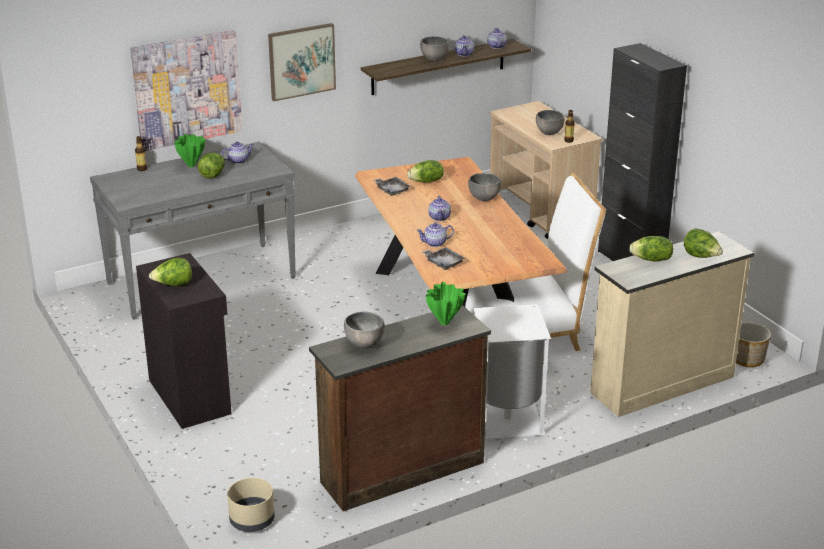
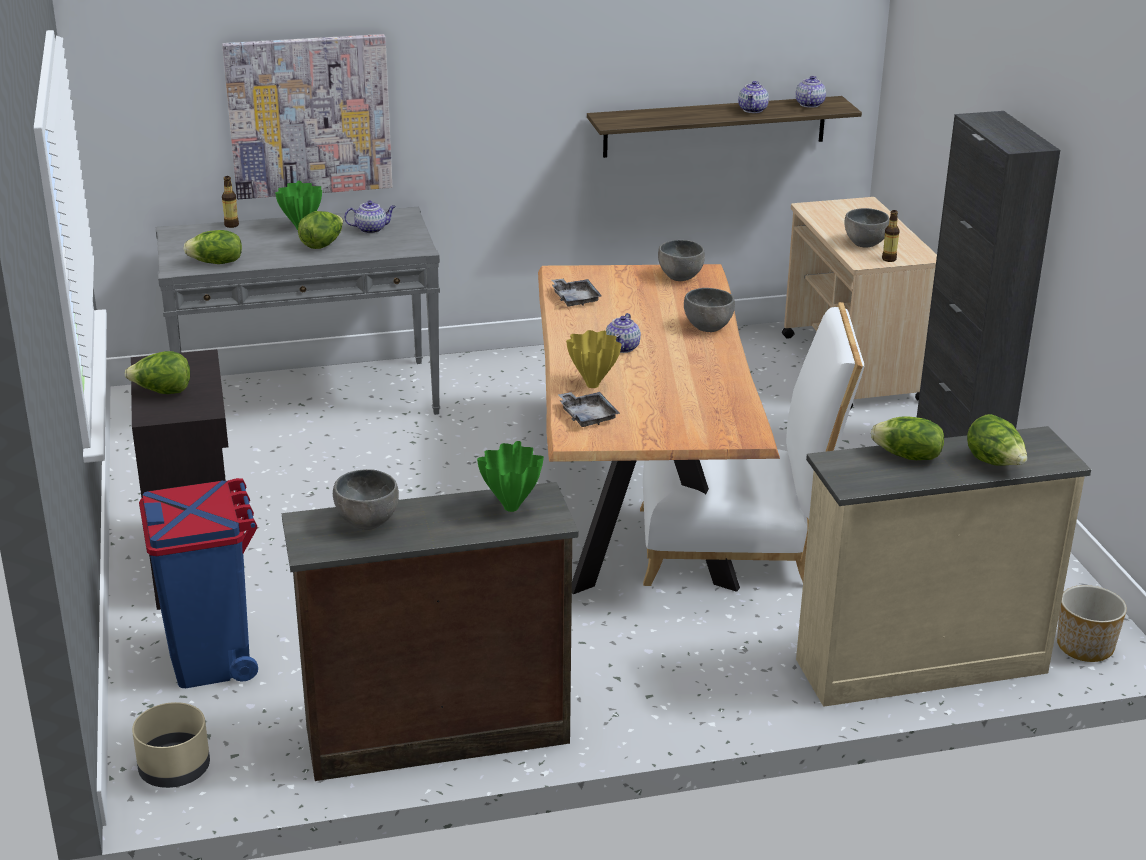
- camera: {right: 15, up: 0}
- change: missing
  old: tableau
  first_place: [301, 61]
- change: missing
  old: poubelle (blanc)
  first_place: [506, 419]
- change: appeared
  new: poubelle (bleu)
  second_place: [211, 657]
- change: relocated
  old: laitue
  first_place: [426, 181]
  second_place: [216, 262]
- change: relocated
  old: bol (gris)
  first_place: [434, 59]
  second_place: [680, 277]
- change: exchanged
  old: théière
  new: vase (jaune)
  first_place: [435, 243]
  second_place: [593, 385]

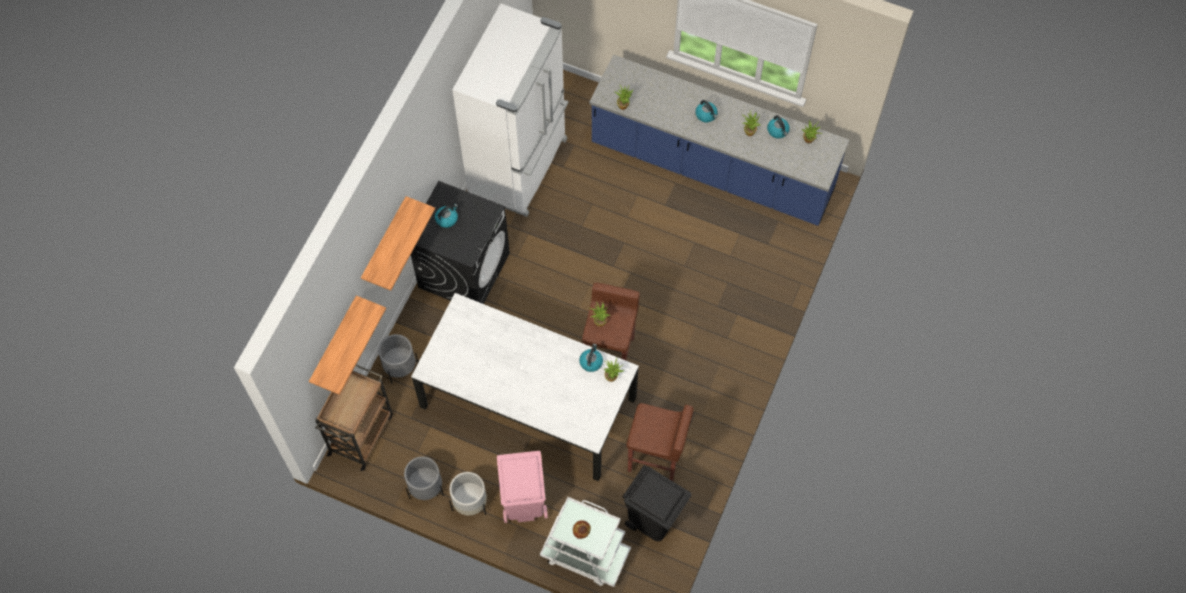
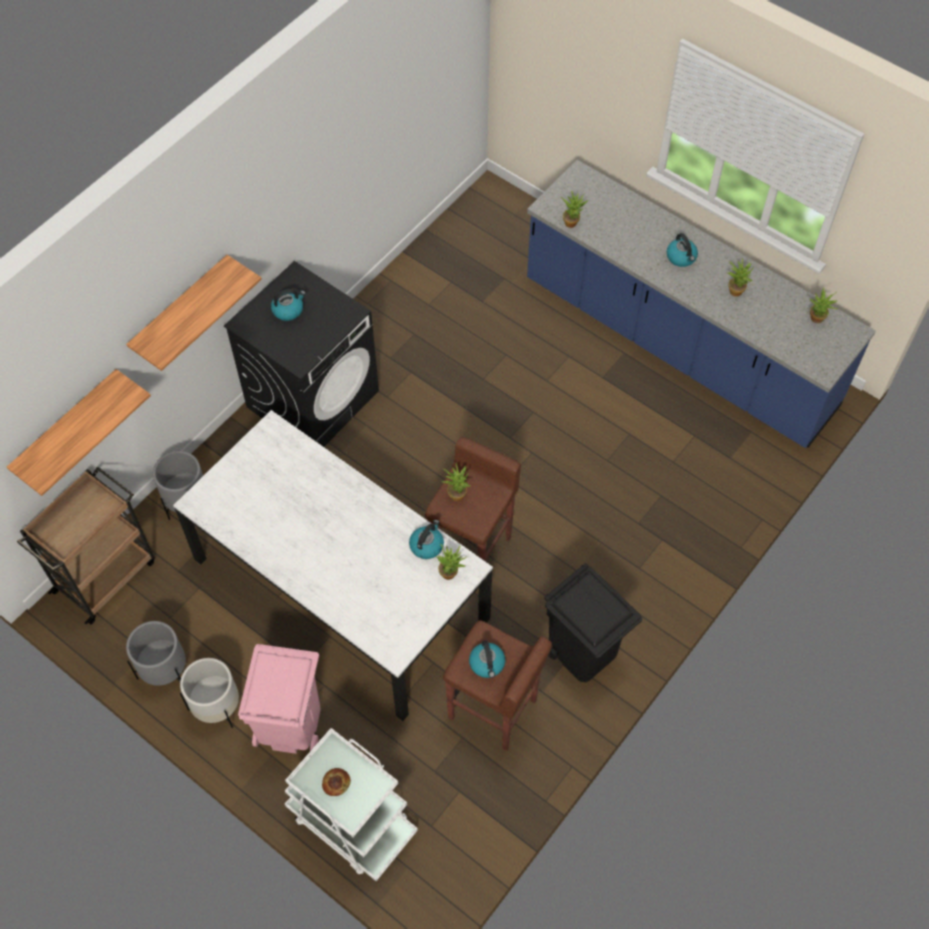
- camera: {right: 15, up: -5}
- change: missing
  old: réfrigérateur (blanc)
  first_place: [520, 166]
- change: relocated
  old: poubelle (noir)
  first_place: [653, 518]
  second_place: [583, 650]
- change: relocated
  old: bouilloire
  first_place: [778, 131]
  second_place: [487, 664]

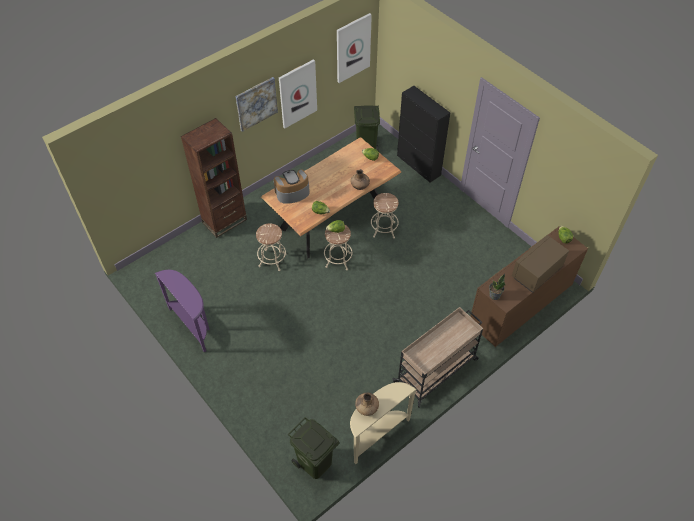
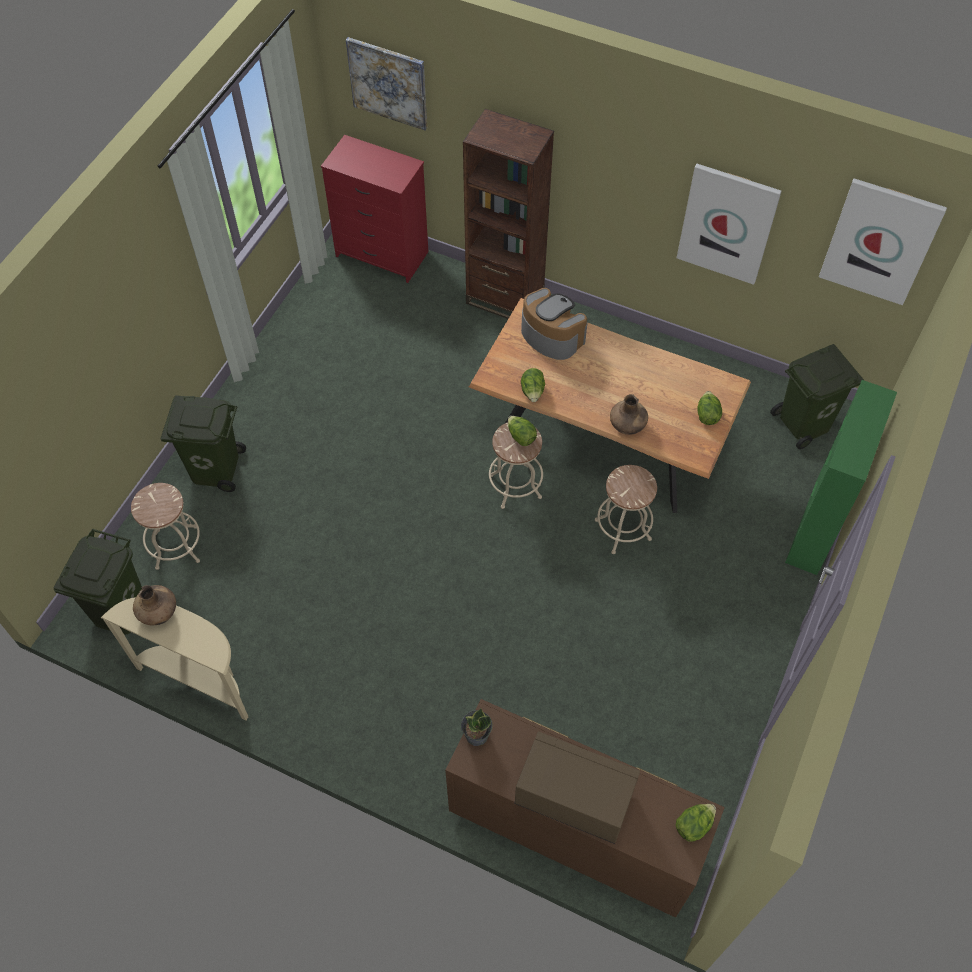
- camera: {right: 65, up: 5}
- change: missing
  old: table console (violet)
  first_place: [193, 325]
- change: missing
  old: chariot (beige)
  first_place: [437, 370]
- change: appeared
  new: poubelle (vert)
  second_place: [215, 468]
- change: appeared
  new: commode (rouge)
  second_place: [381, 254]
- change: relocated
  old: tableau
  first_place: [256, 103]
  second_place: [388, 83]
- change: relocated
  old: tabouret (beige)
  first_place: [272, 260]
  second_place: [176, 547]
- change: colour
  old: meuble de rangement (noir)
  new: meuble de rangement (vert)
  first_place: [418, 165]
  second_place: [815, 528]

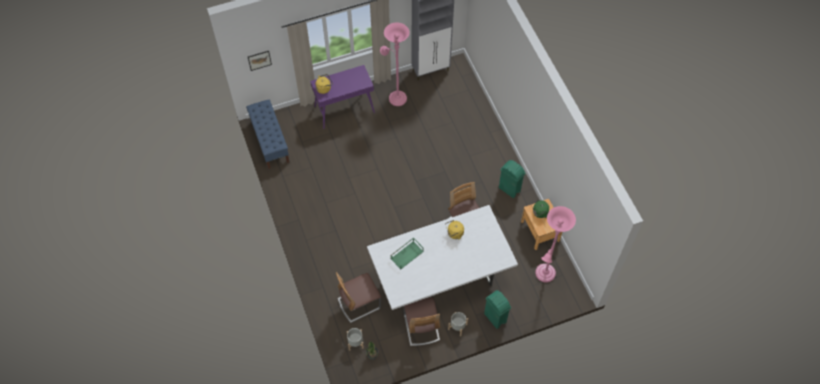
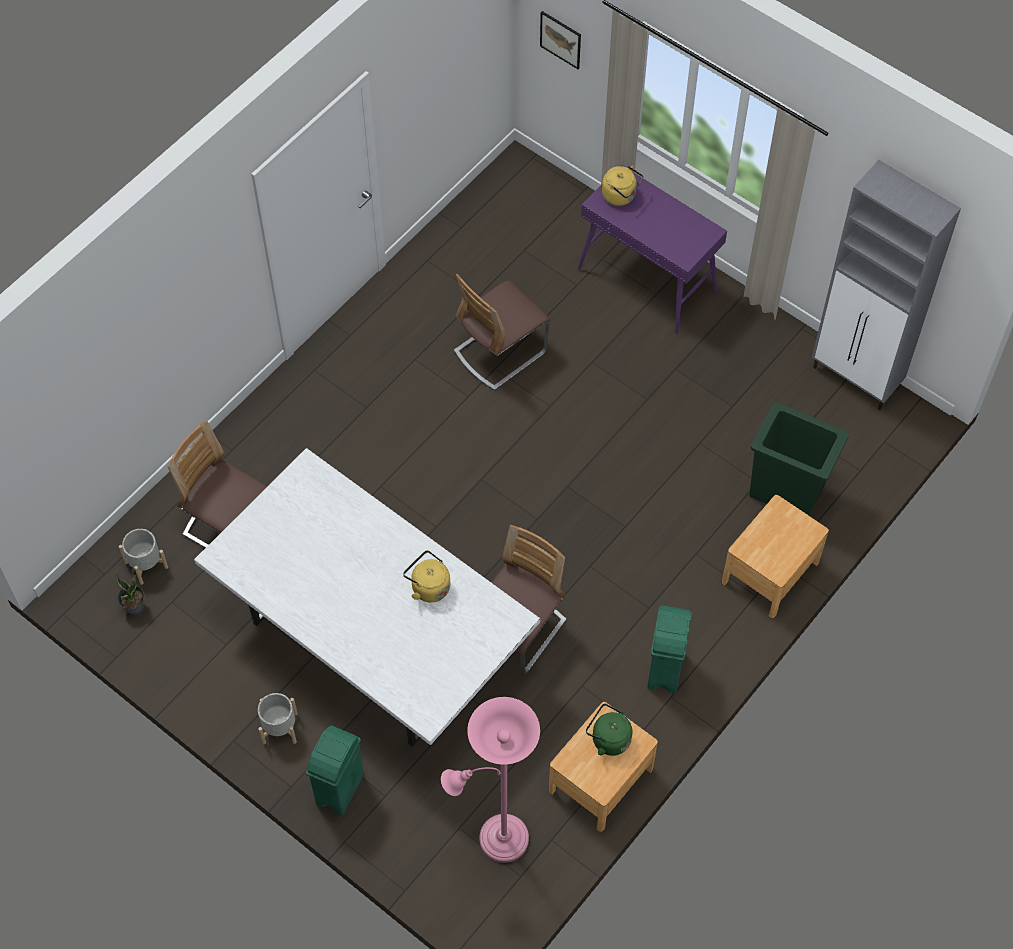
- camera: {right: 60, up: 0}
- change: missing
  old: banc (bleu)
  first_place: [270, 141]
- change: missing
  old: lampadaire (rose)
  first_place: [396, 97]
- change: missing
  old: plateau (vert)
  first_place: [407, 254]
- change: appeared
  new: table de chevet (marron)
  second_place: [770, 572]
- change: appeared
  new: poubelle (vert)
  second_place: [787, 492]
- change: relocated
  old: chaise
  first_place: [421, 327]
  second_place: [500, 352]

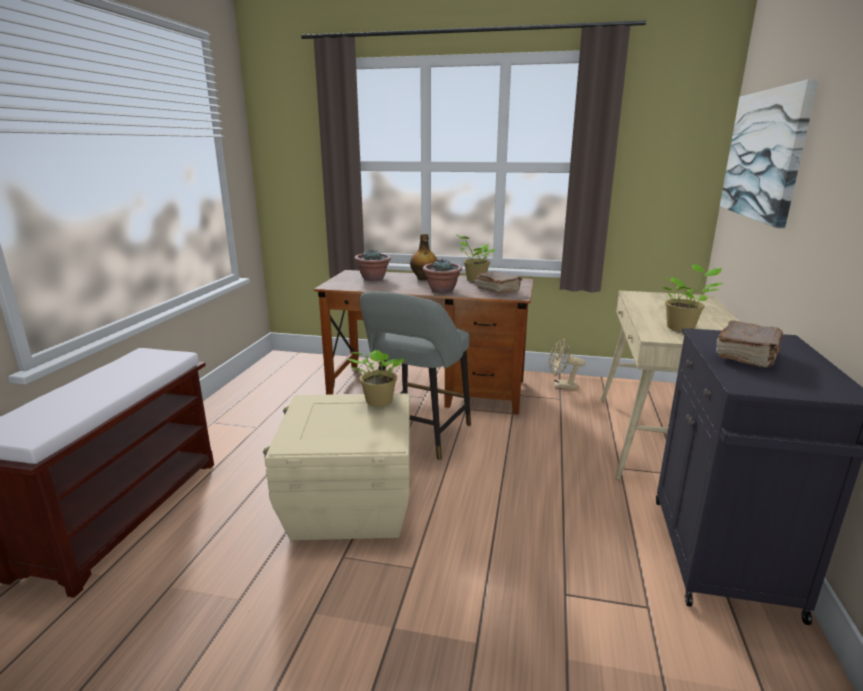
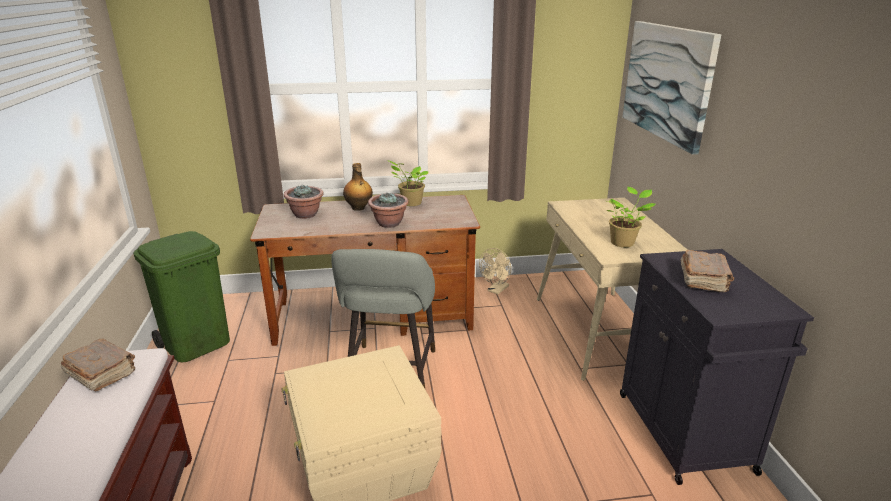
- camera: {right: -20, up: 5}
- change: missing
  old: plante en pot
  first_place: [377, 402]
- change: appeared
  new: poubelle (vert)
  second_place: [197, 344]
- change: relocated
  old: livre (marron)
  first_place: [497, 290]
  second_place: [101, 374]
- change: spun
  old: ventilateur (beige)
  first_place: [561, 386]
  second_place: [496, 290]
  degrees: -45

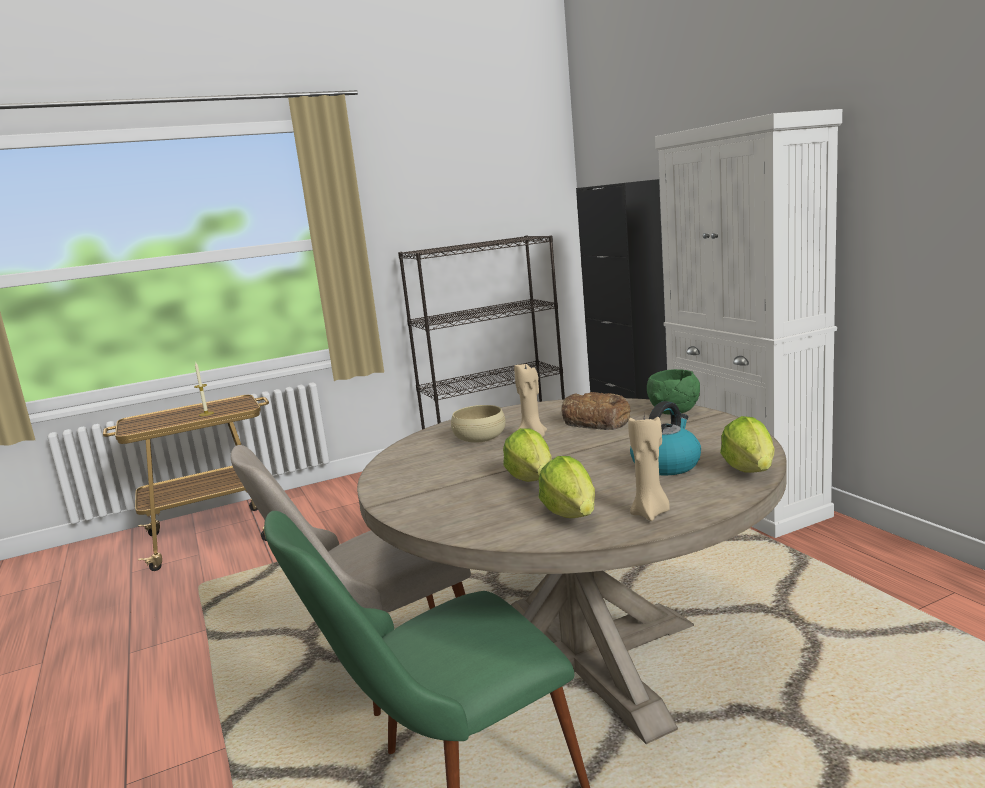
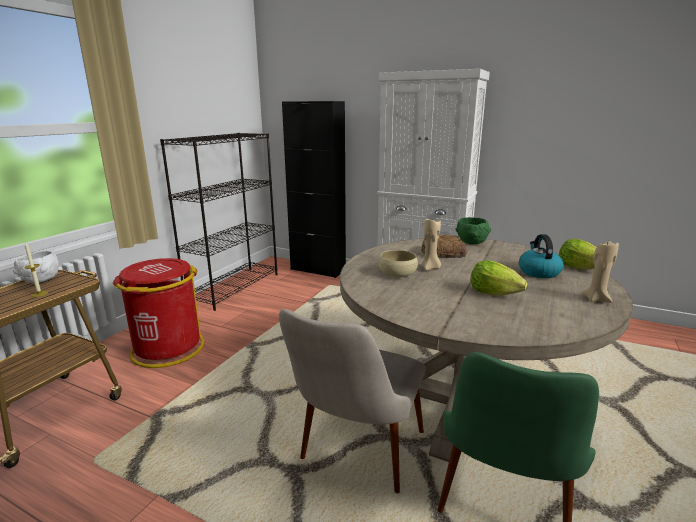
- camera: {right: -40, up: 5}
- change: missing
  old: laitue
  first_place: [571, 514]
- change: appeared
  new: bol (blanc)
  second_place: [41, 280]
- change: appeared
  new: poubelle (rouge)
  second_place: [167, 349]

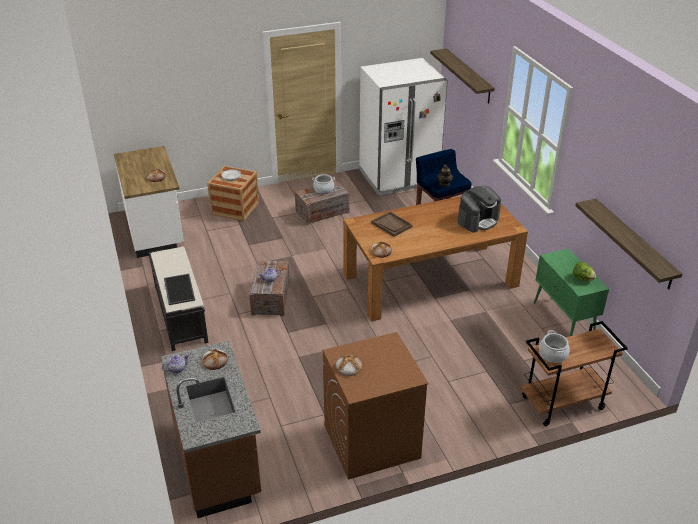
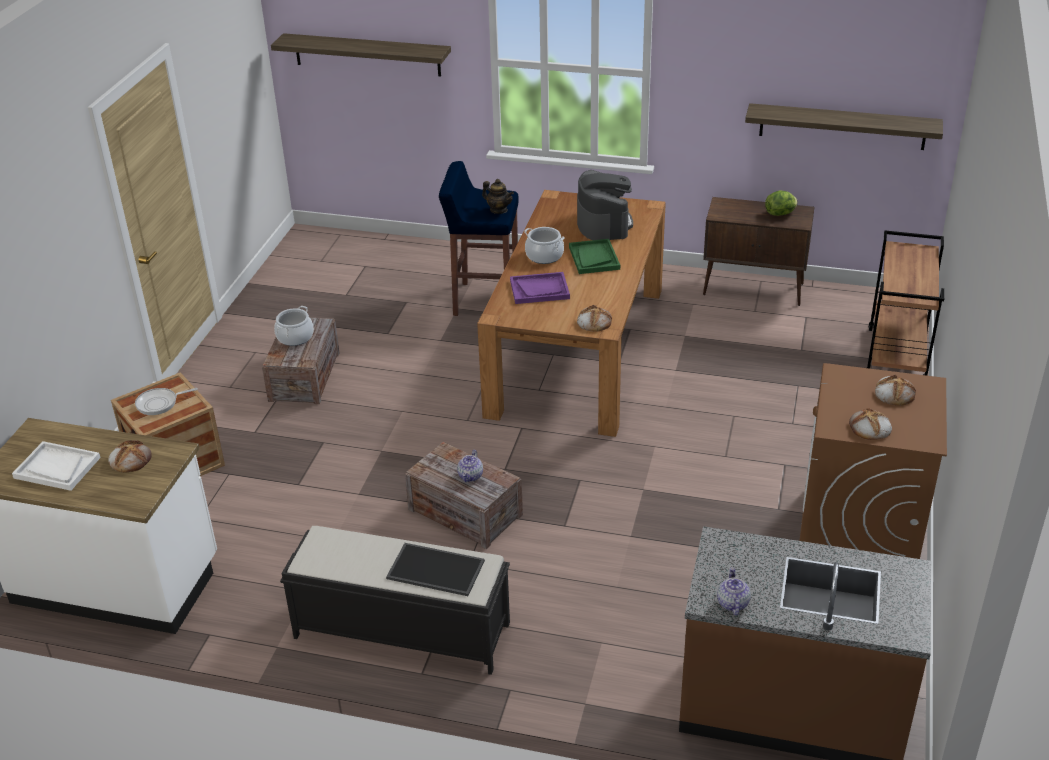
- camera: {right: -55, up: 0}
- change: missing
  old: réfrigérateur (blanc)
  first_place: [398, 177]
- change: appeared
  new: plateau (blanc)
  second_place: [57, 468]
- change: appeared
  new: plateau (vert)
  second_place: [594, 258]
- change: relocated
  old: pain
  first_place: [215, 361]
  second_place: [894, 393]
- change: relocated
  old: marmite
  first_place: [553, 355]
  second_place: [544, 256]
- change: colour
  old: plateau (marron)
  new: plateau (violet)
  first_place: [392, 225]
  second_place: [539, 289]
- change: colour
  old: meuble de rangement (vert)
  new: meuble de rangement (marron)
  first_place: [563, 320]
  second_place: [754, 289]

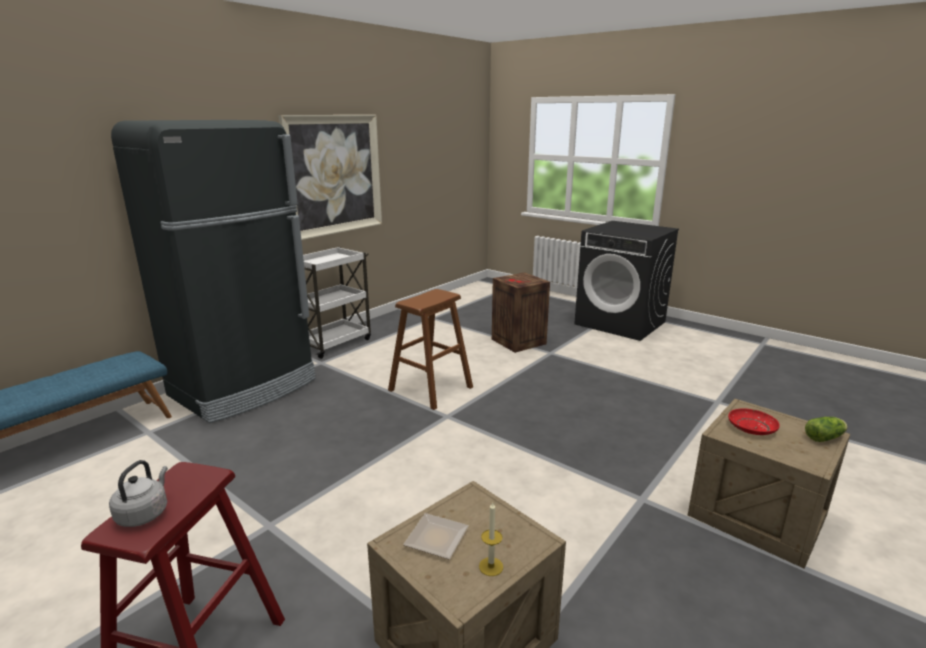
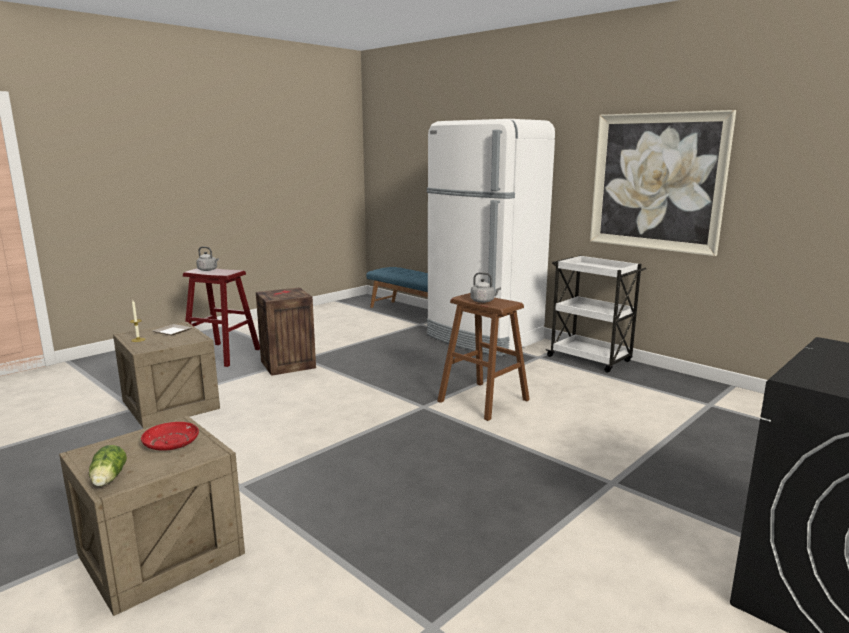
- camera: {right: 95, up: -5}
- change: appeared
  new: bouilloire (gris)
  second_place: [483, 301]
- change: relocated
  old: caisse
  first_place: [518, 342]
  second_place: [287, 364]
- change: colour
  old: réfrigérateur (noir)
  new: réfrigérateur (blanc)
  first_place: [245, 388]
  second_place: [483, 338]

